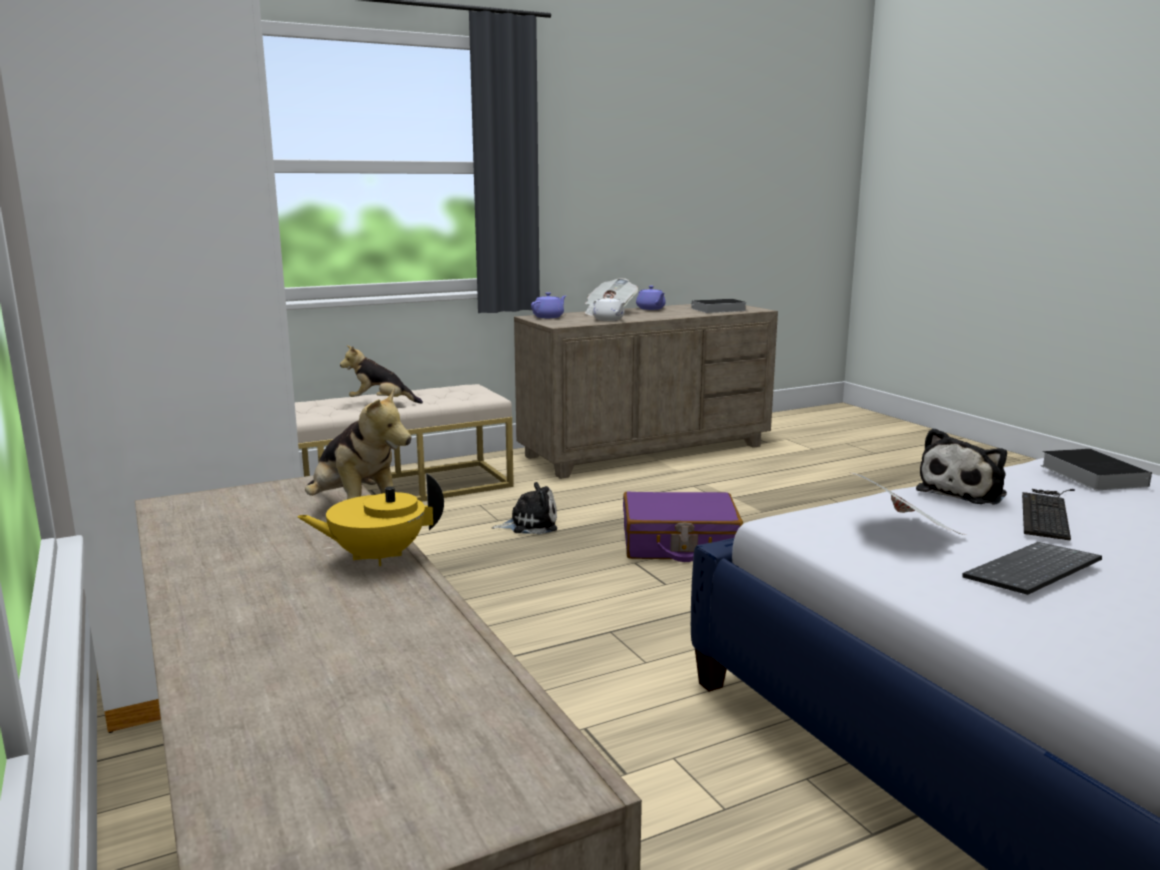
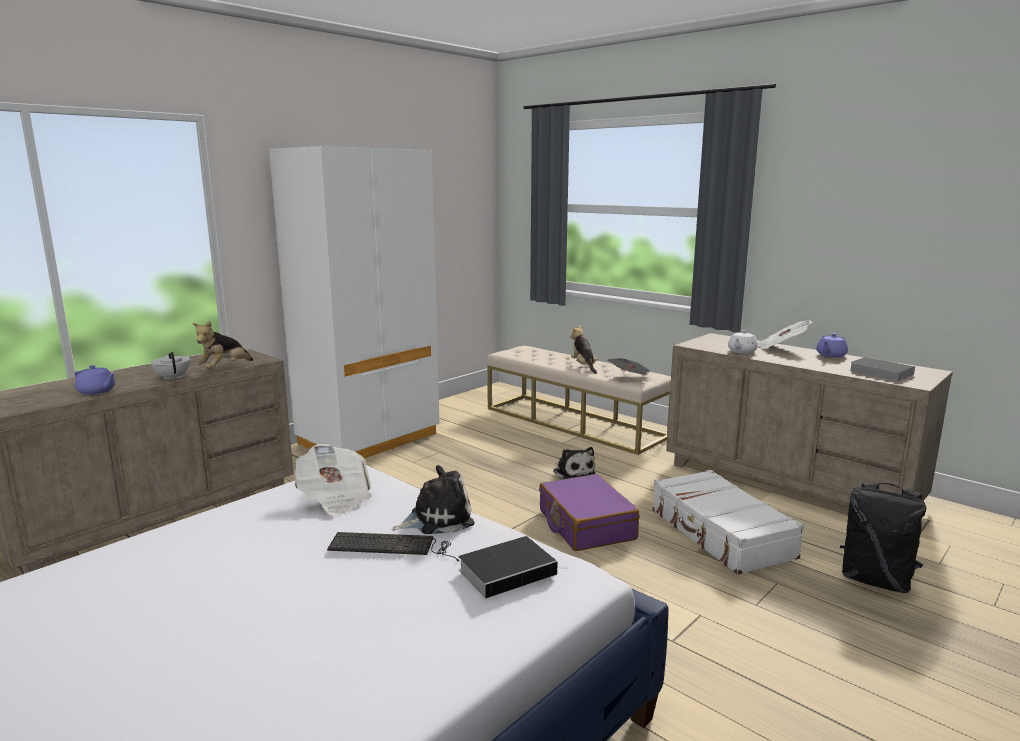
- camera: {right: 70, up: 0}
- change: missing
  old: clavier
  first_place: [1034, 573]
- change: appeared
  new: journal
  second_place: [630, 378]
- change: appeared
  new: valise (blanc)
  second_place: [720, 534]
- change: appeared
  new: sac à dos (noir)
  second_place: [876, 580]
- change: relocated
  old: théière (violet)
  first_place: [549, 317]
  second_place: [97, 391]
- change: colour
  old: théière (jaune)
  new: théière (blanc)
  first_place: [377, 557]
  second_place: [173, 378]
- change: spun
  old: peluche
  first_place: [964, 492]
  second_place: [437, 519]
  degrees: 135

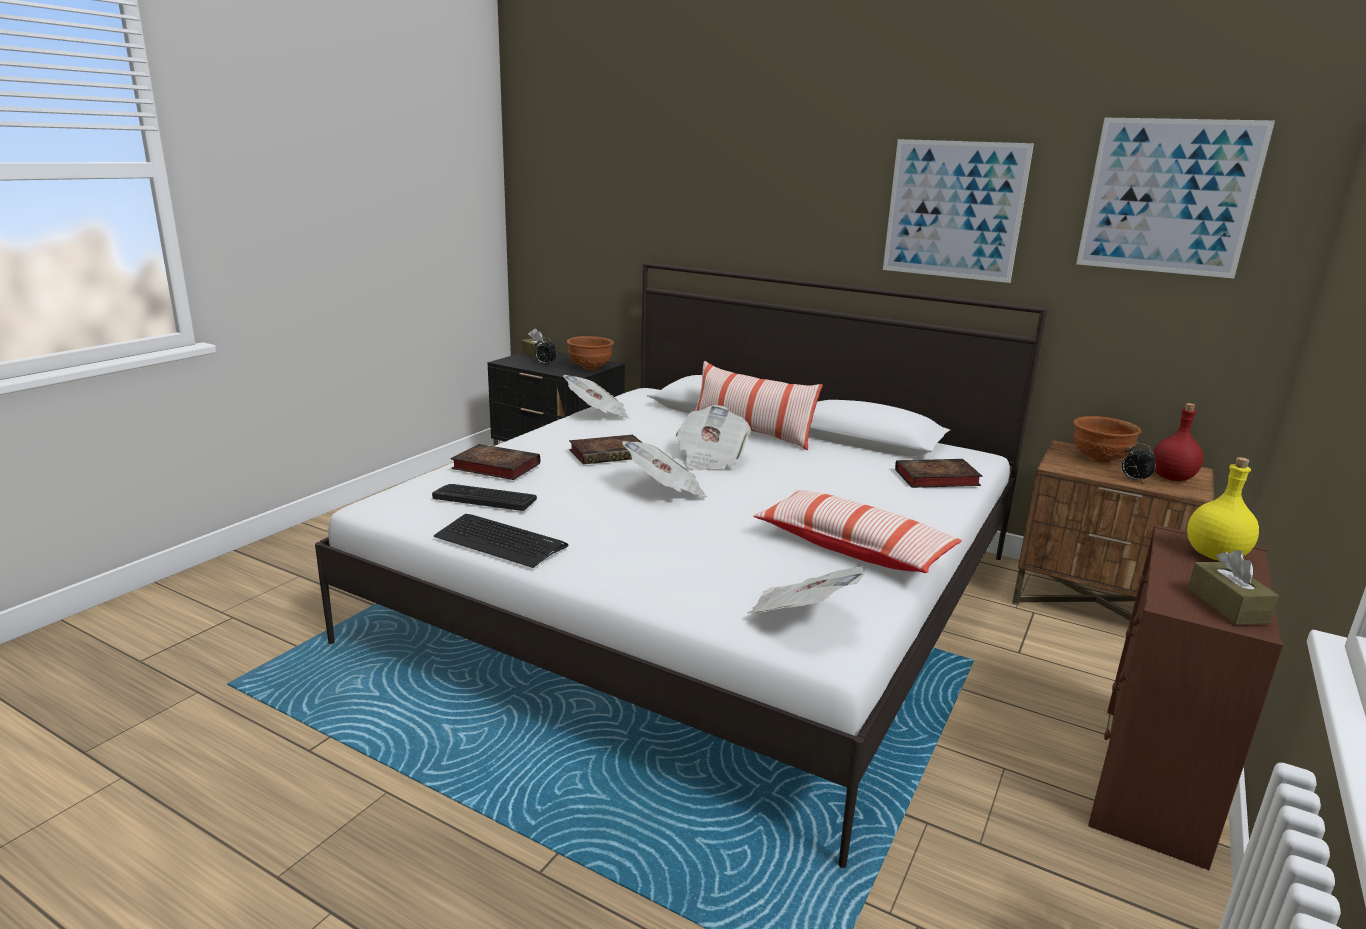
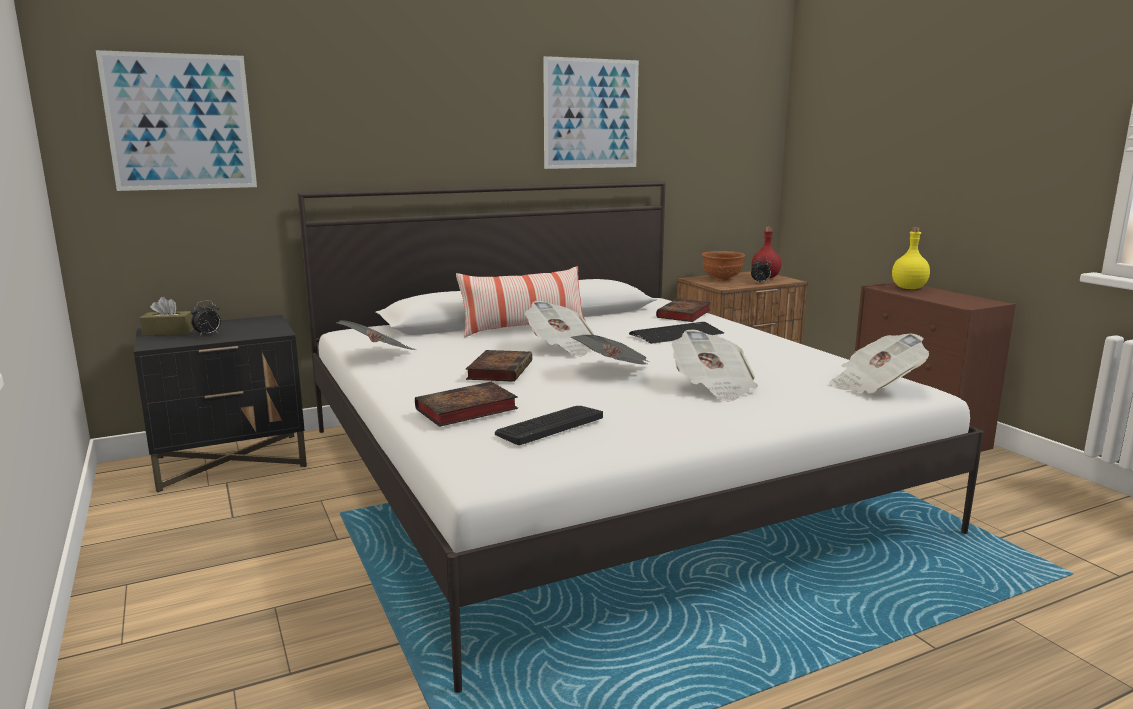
- camera: {right: -55, up: -5}
- change: missing
  old: bol (marron)
  first_place: [590, 368]
- change: missing
  old: coussin
  first_place: [853, 548]
- change: missing
  old: boîte à mouchoirs (marron)
  first_place: [1227, 605]
- change: appeared
  new: journal
  second_place: [713, 387]
- change: relocated
  old: clavier
  first_place: [500, 542]
  second_place: [677, 334]
- change: relocated
  old: tableau
  first_place: [1168, 197]
  second_place: [180, 122]

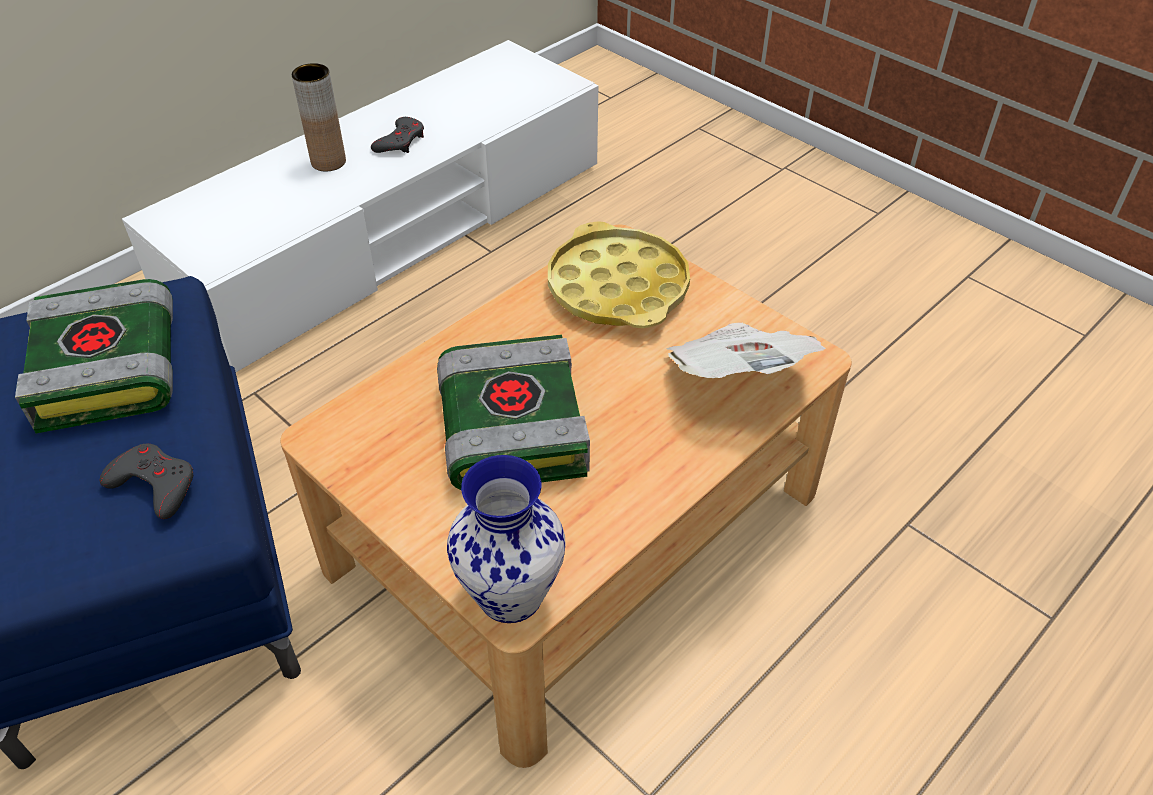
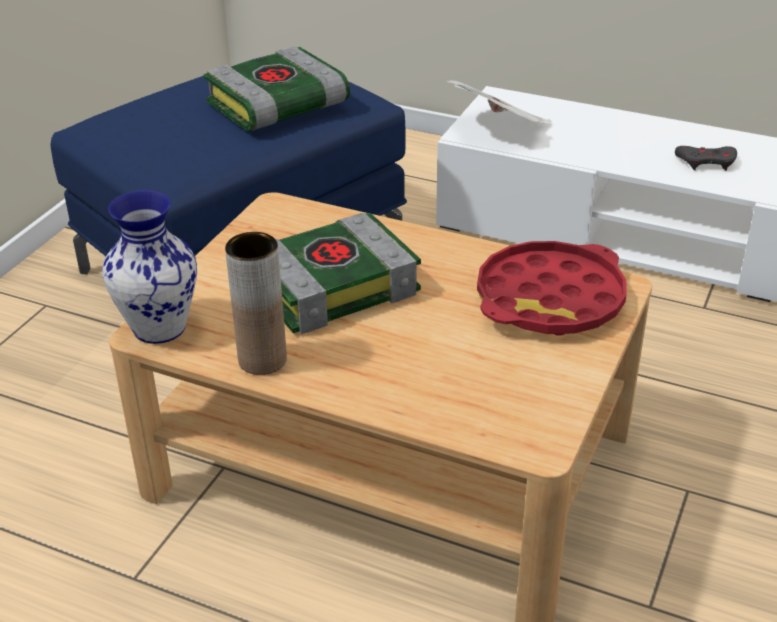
- camera: {right: 70, up: -10}
- change: missing
  old: manette (gris)
  first_place: [154, 485]
- change: relocated
  old: vase (marron)
  first_place: [328, 162]
  second_place: [262, 360]
- change: relocated
  old: journal
  first_place: [737, 377]
  second_place: [500, 129]
- change: colour
  old: plateau (jaune)
  new: plateau (rouge)
  first_place: [618, 287]
  second_place: [550, 299]

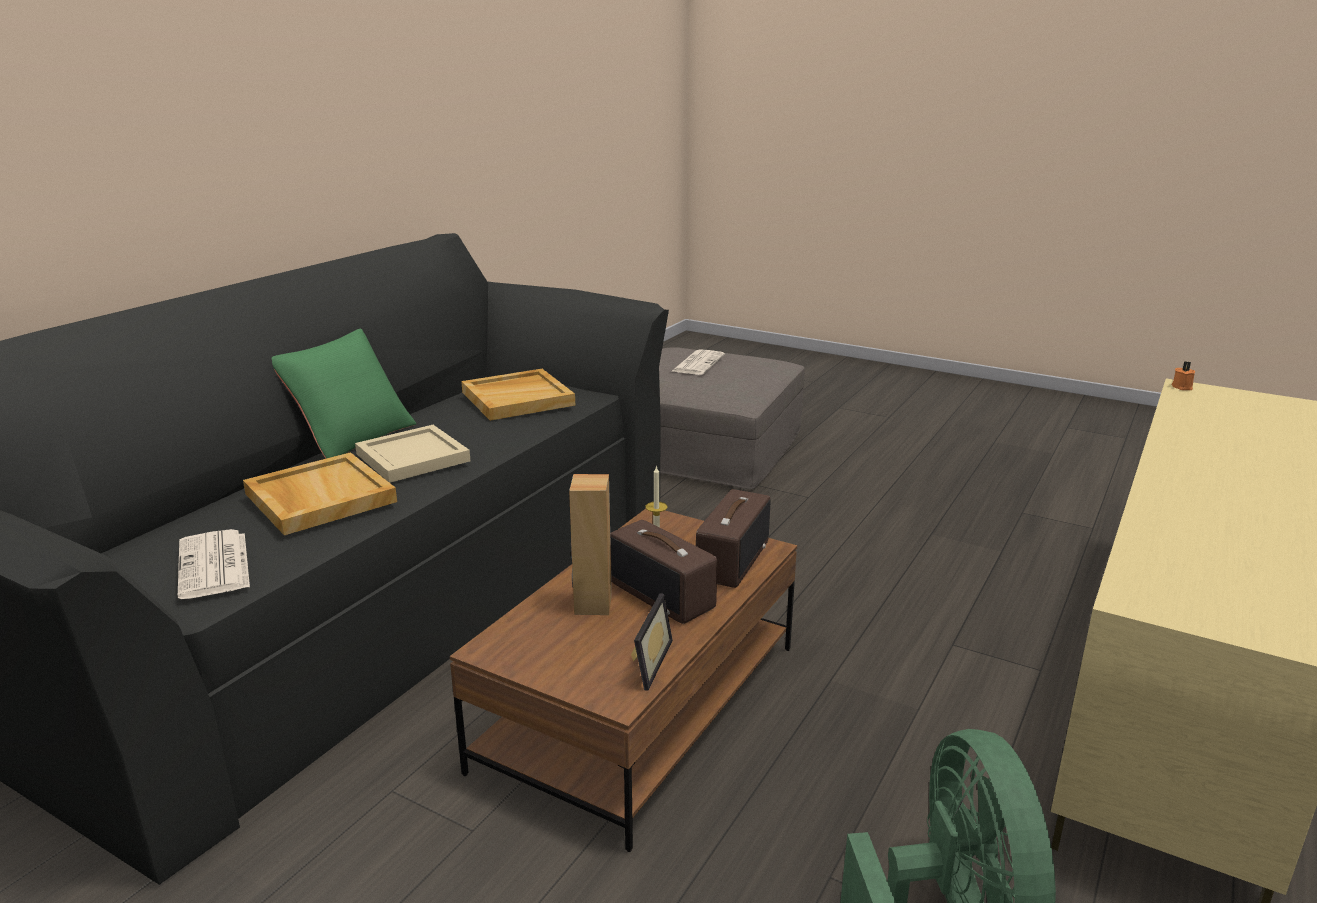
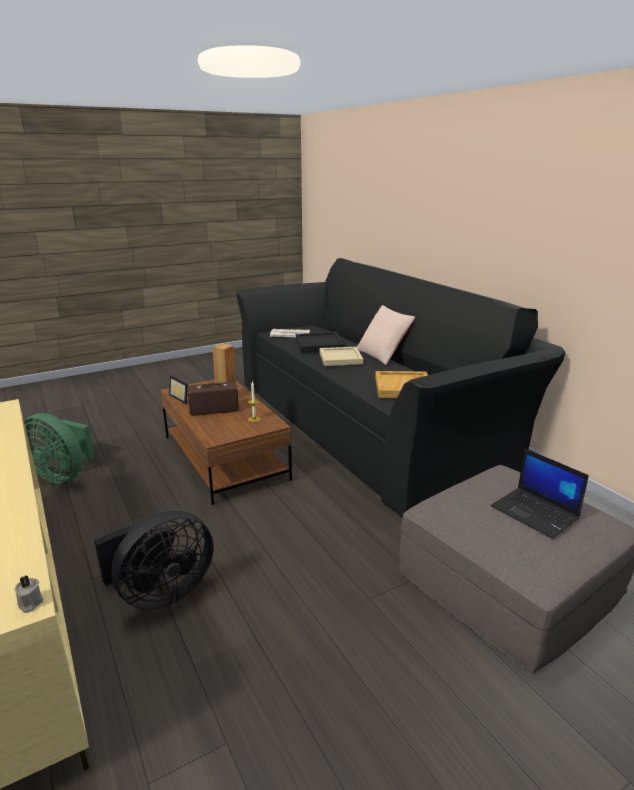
- camera: {right: 120, up: 0}
- change: missing
  old: radio
  first_place: [731, 560]
- change: appeared
  new: ventilateur (noir)
  second_place: [161, 593]
- change: exchanged
  old: journal
  new: ordinateur portable
  first_place: [698, 363]
  second_place: [536, 513]
- change: colour
  old: plateau (beige)
  new: plateau (noir)
  first_place: [319, 498]
  second_place: [319, 344]
- change: colour
  old: coussin (vert)
  new: coussin (beige)
  first_place: [351, 436]
  second_place: [383, 354]
- change: colour
  old: bougie (orange)
  new: bougie (gris)
  first_place: [1182, 387]
  second_place: [29, 603]

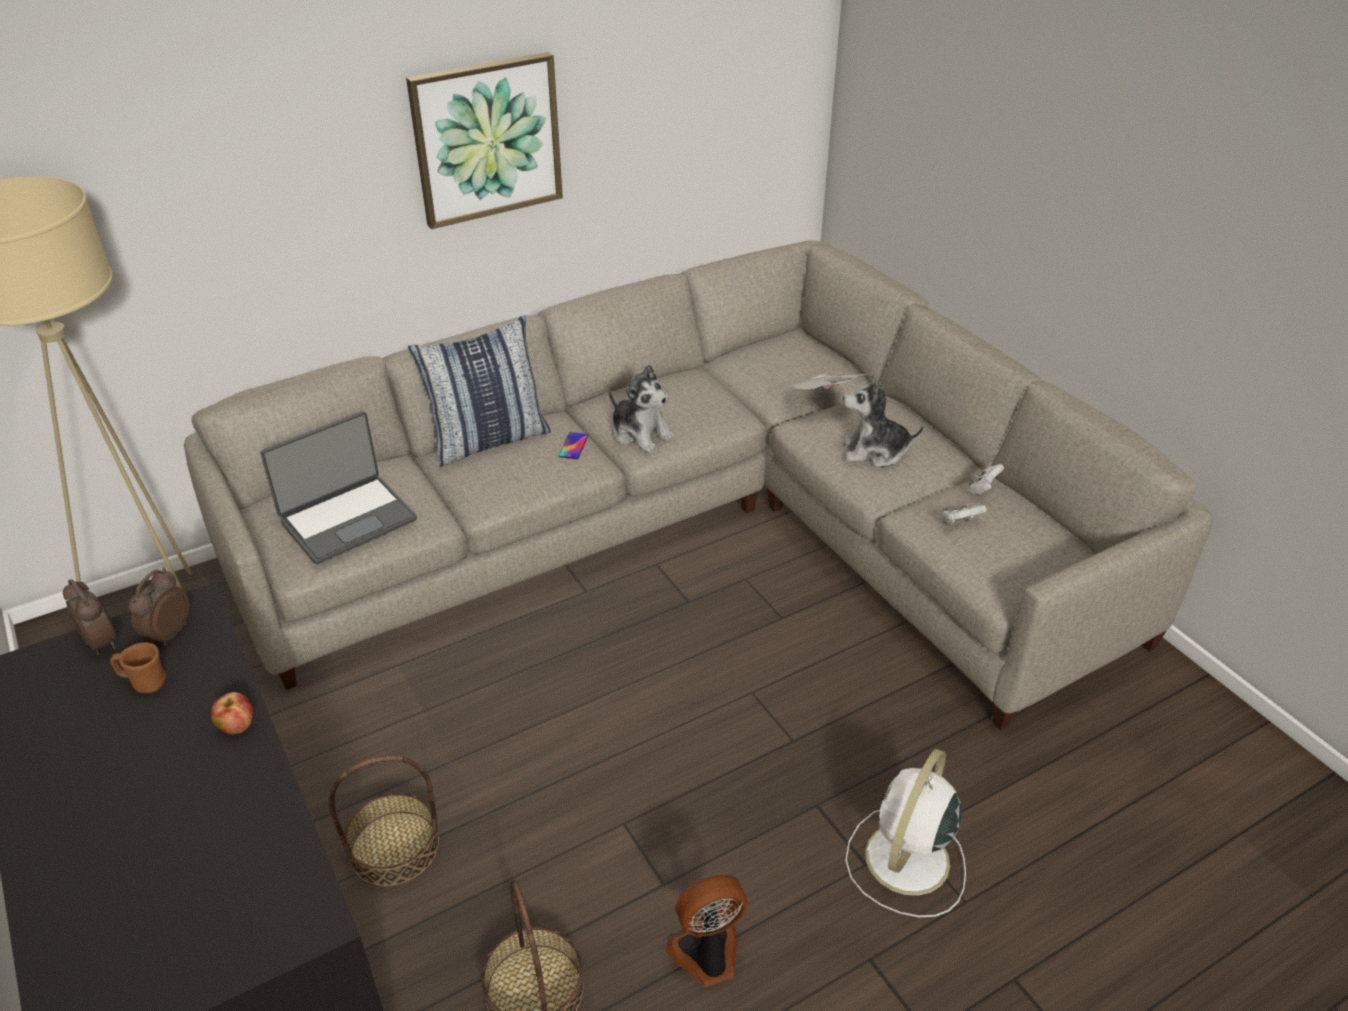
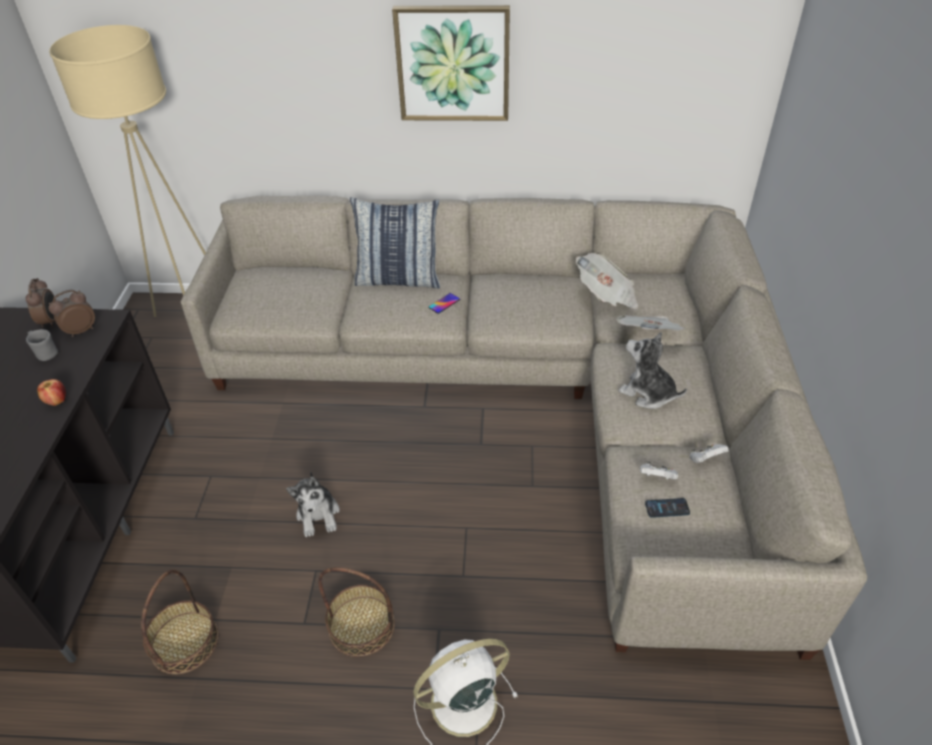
- camera: {right: 35, up: 5}
- change: missing
  old: ordinateur portable
  first_place: [347, 519]
- change: missing
  old: ventilateur
  first_place: [707, 956]
- change: appeared
  new: journal
  second_place: [606, 296]
- change: appeared
  new: téléphone
  second_place: [667, 508]
- change: relocated
  old: panier
  first_place: [394, 848]
  second_place: [361, 625]
- change: relocated
  old: peluche
  first_place: [640, 434]
  second_place: [318, 515]
- change: colour
  old: mug (marron)
  new: mug (gris)
  first_place: [144, 682]
  second_place: [45, 353]

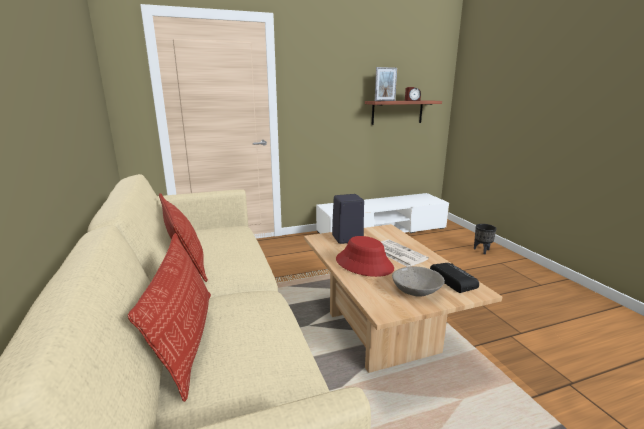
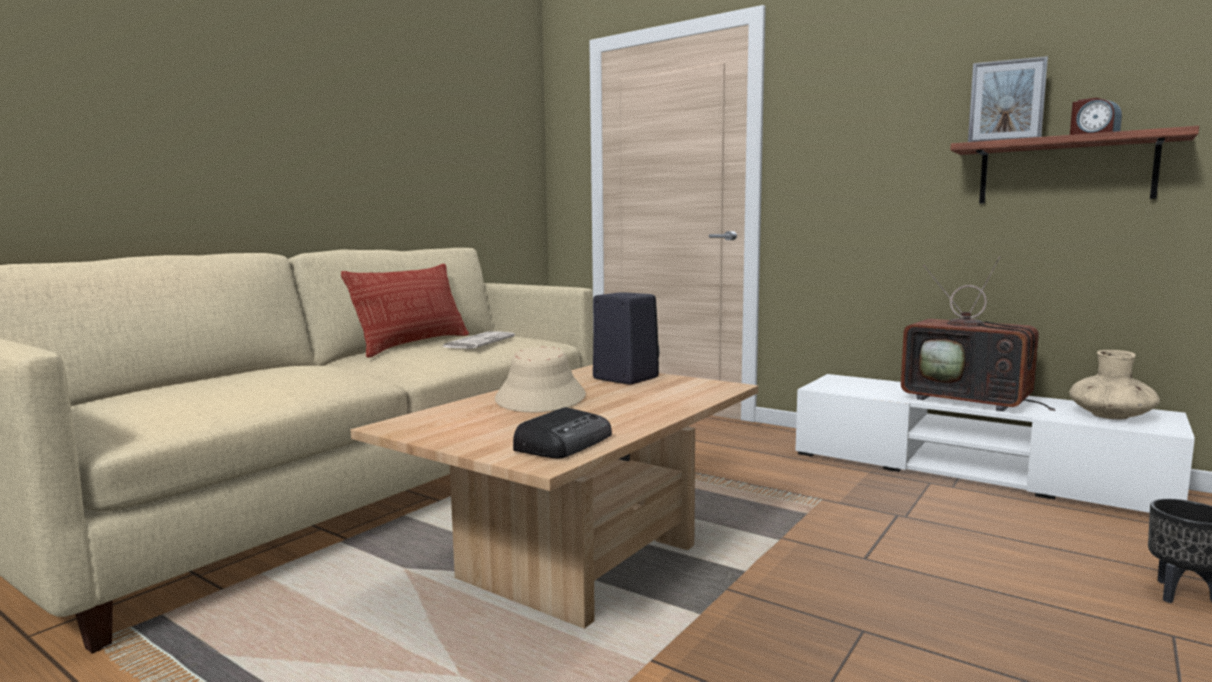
- camera: {right: 55, up: -10}
- change: missing
  old: coussin
  first_place: [186, 339]
- change: missing
  old: bol (gris)
  first_place: [416, 290]
- change: appeared
  new: téléviseur
  second_place: [970, 400]
- change: appeared
  new: vase (beige)
  second_place: [1111, 416]
- change: relocated
  old: journal
  first_place: [397, 253]
  second_place: [479, 342]
- change: colour
  old: chapeau (rouge)
  new: chapeau (beige)
  first_place: [364, 264]
  second_place: [541, 398]

